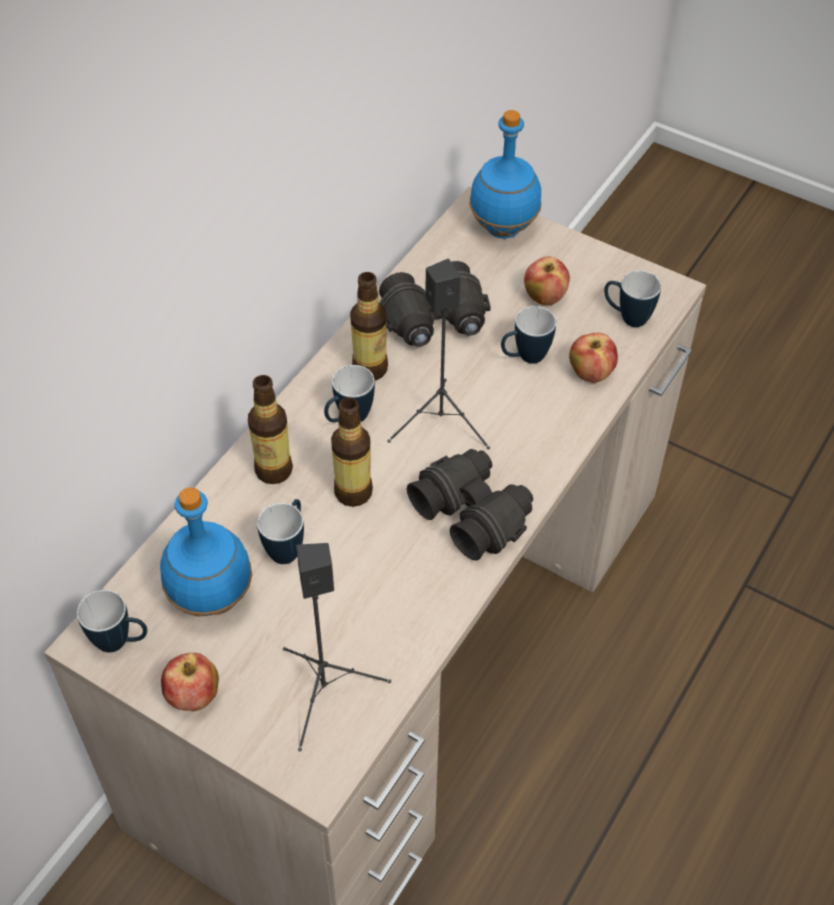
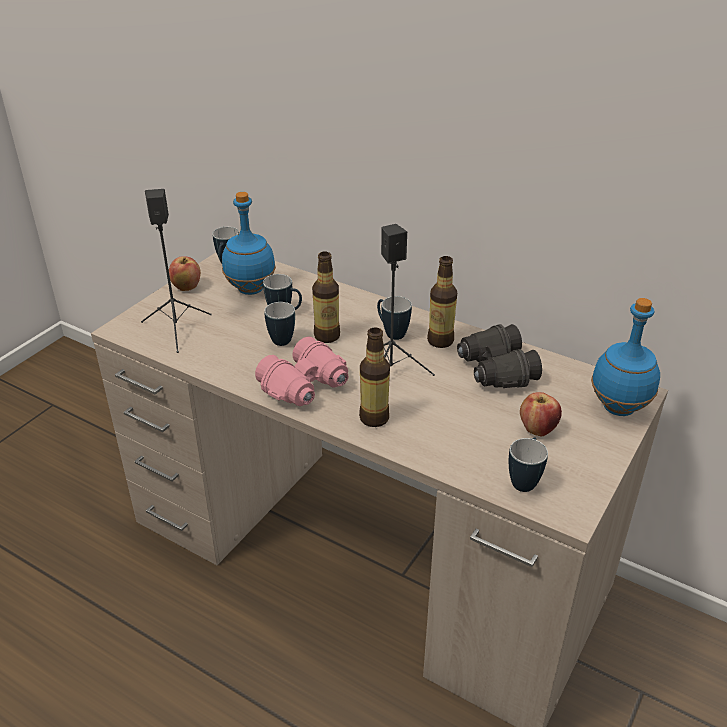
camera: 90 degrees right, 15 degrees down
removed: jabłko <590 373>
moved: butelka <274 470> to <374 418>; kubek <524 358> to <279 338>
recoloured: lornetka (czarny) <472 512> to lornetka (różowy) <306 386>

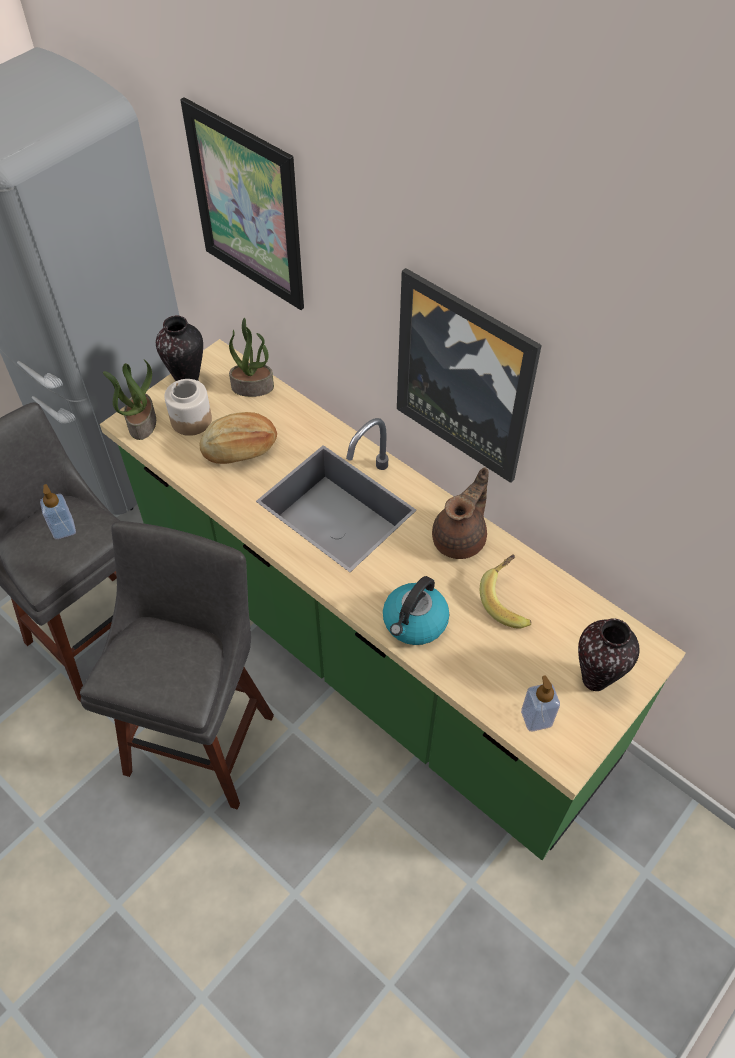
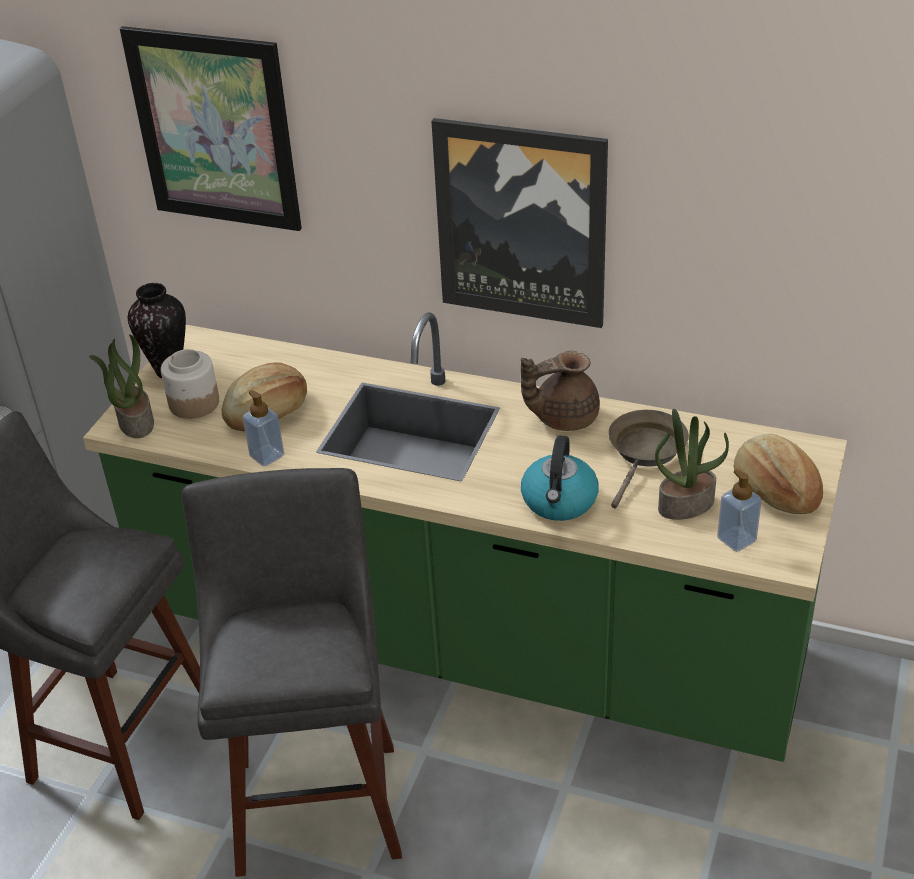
camera: 20 degrees left, 15 degrees down
moved: dozownik mydła <63 529> to <267 456>; roślina doniczkowa <253 386> to <686 504>
replaced: banan <508 600> to patelnia (brązowy) <645 452>; wazon <595 680> to chleb <775 489>
turned: imbryk (brązowy) <460 538> = <563 417> 120 degrees counterclockwise

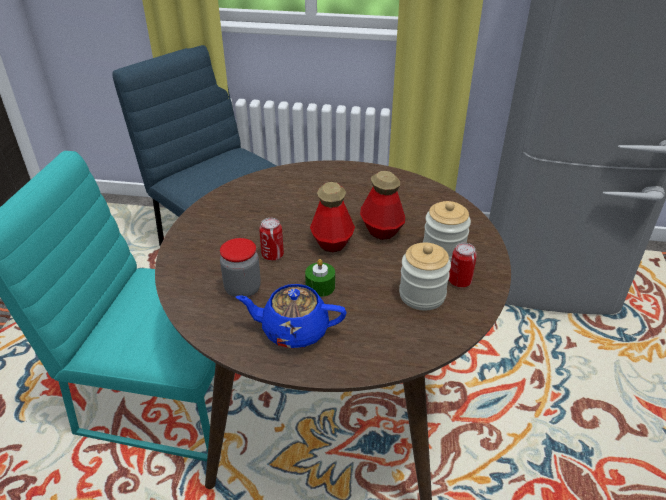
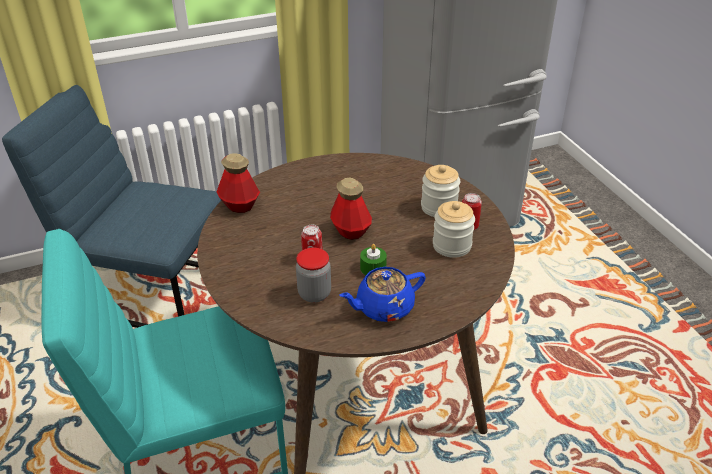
camera: 30 degrees left, 0 degrees up
moved: butelka <381 230> to <240 205>

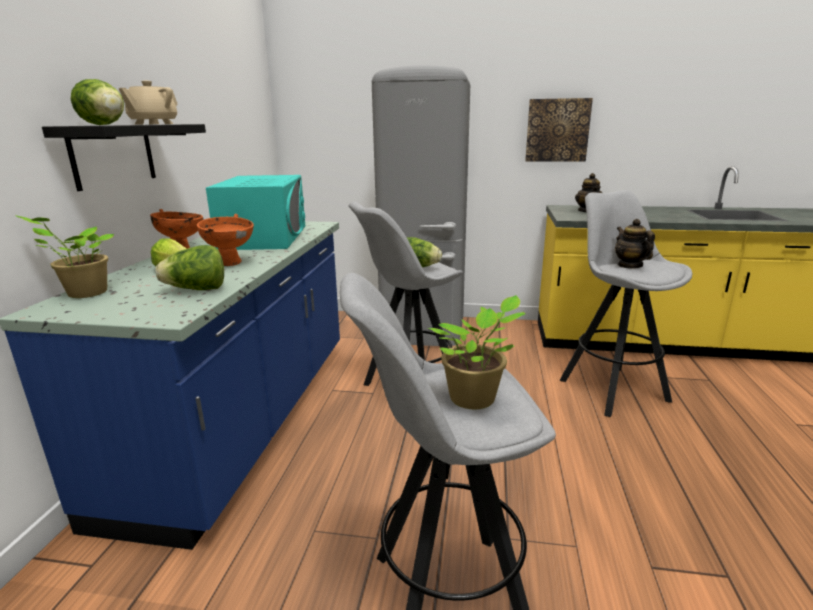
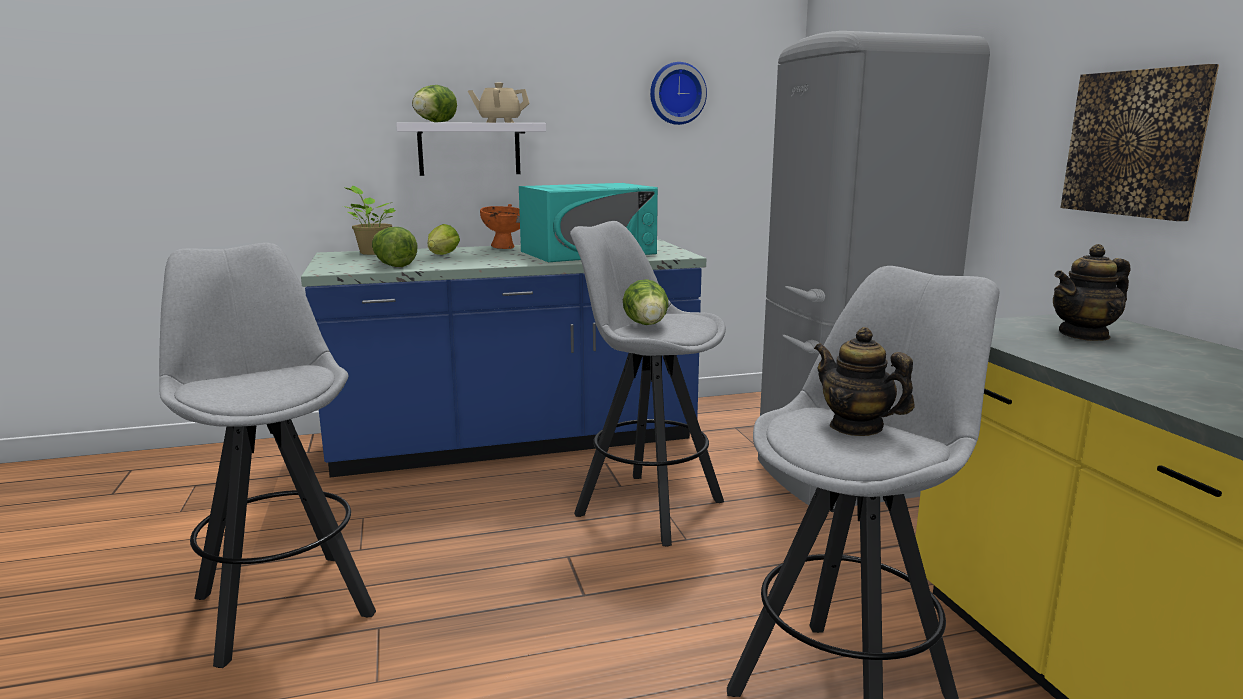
camera: 65 degrees right, 5 degrees down
removed: miska (pomarańczowy) <231 263>; roślina doniczkowa <475 399>
added: zegar ścienny <676 93>
recoloured: półka (czarny) <113 155> to półka (biały) <469 149>
turned: imbryk <629 265> = <856 427> 90 degrees counterclockwise

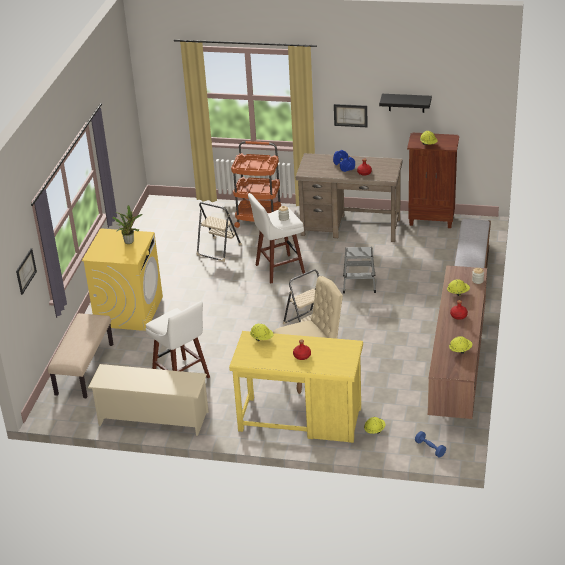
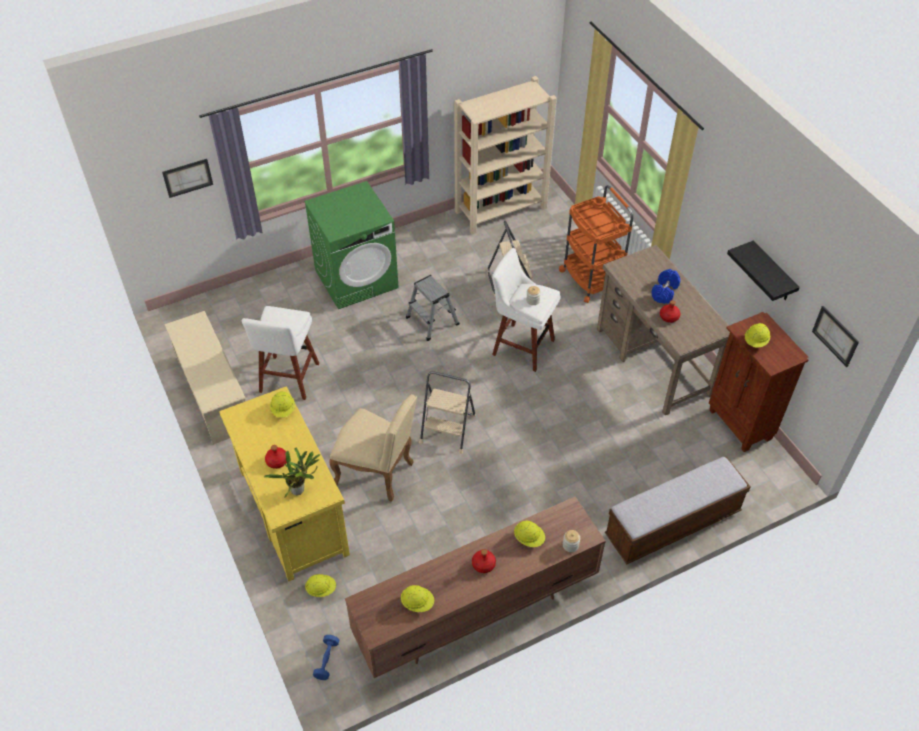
camera: 50 degrees right, 15 degrees up
removed: ławka (beżowy) <84 369>
added: regał (beżowy) <501 209>
moved: roślina doniczkowa <129 241> to <299 490>; obraz <350 115> to <835 336>; drabinka (szary) <359 283> to <432 321>
recoloured: pralka (żółty) <129 311> to pralka (zielony) <357 278>

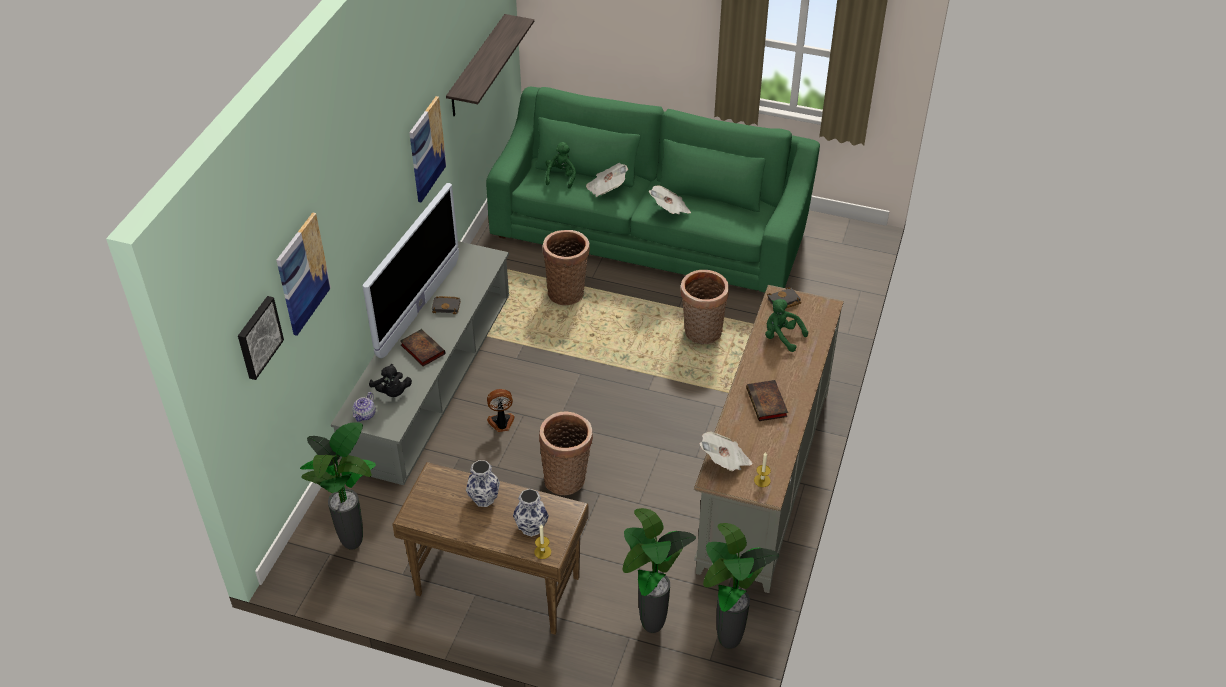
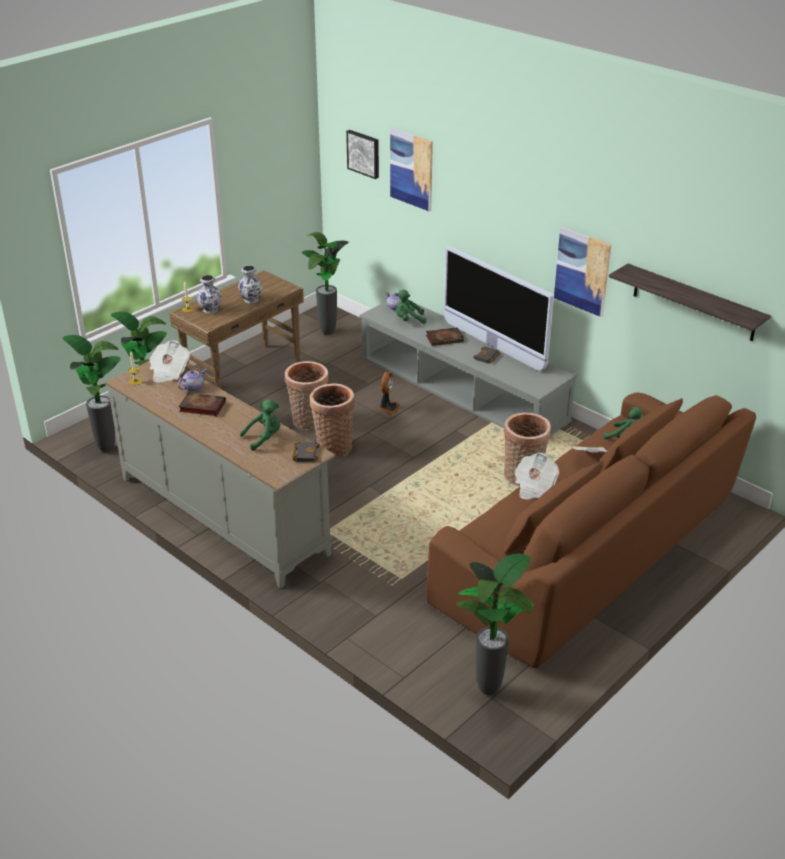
camera: 115 degrees right, 10 degrees down
added: imbryk <193 387>; roślina doniczkowa <490 690>
moved: koszyk <701 333> to <333 446>
recoloured: pluszak (czarny) <392 392> to pluszak (zielony) <409 320>; kanapa (zielony) <650 231> to kanapa (brązowy) <590 554>

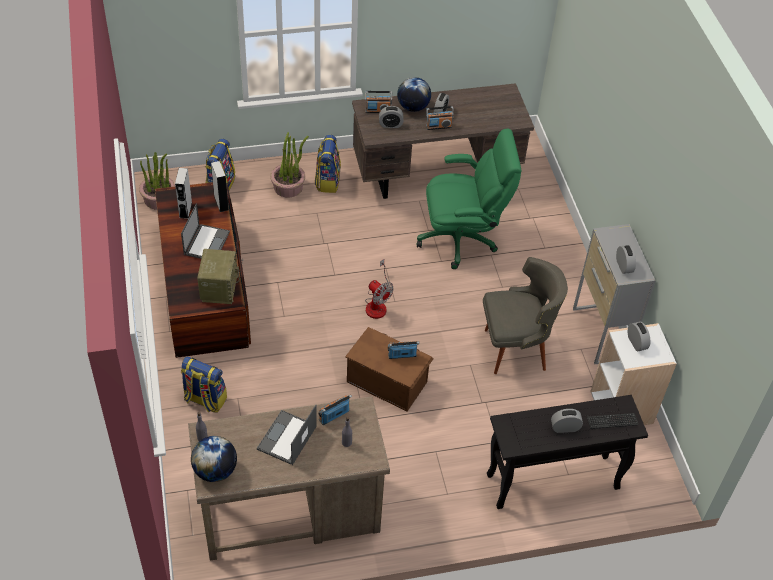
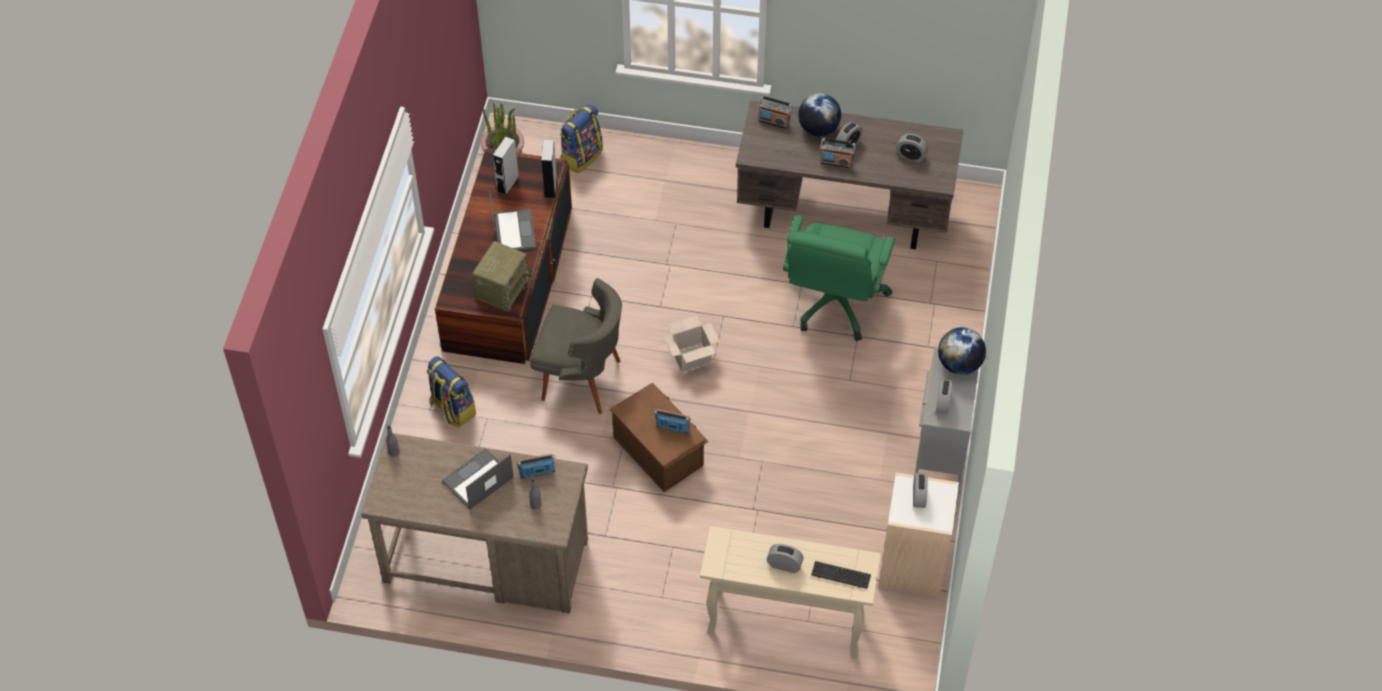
camera: 25 degrees right, 5 degrees up
removed: roślina doniczkowa <288 187>; plecak <327 181>
moved: globus <215 470> to <959 364>; budzik <390 125> to <911 156>; krzesło (szary) <514 350> to <580 380>
replaced: wentylator <377 304> to karton <692 356>
recoloured: stolik konsolowy (czarny) <551 482> to stolik konsolowy (beżowy) <784 623>
turned: laptop <206 242> = <513 230> 45 degrees counterclockwise; krzesło biurowe (zielony) <463 239> = <833 306> 90 degrees clockwise

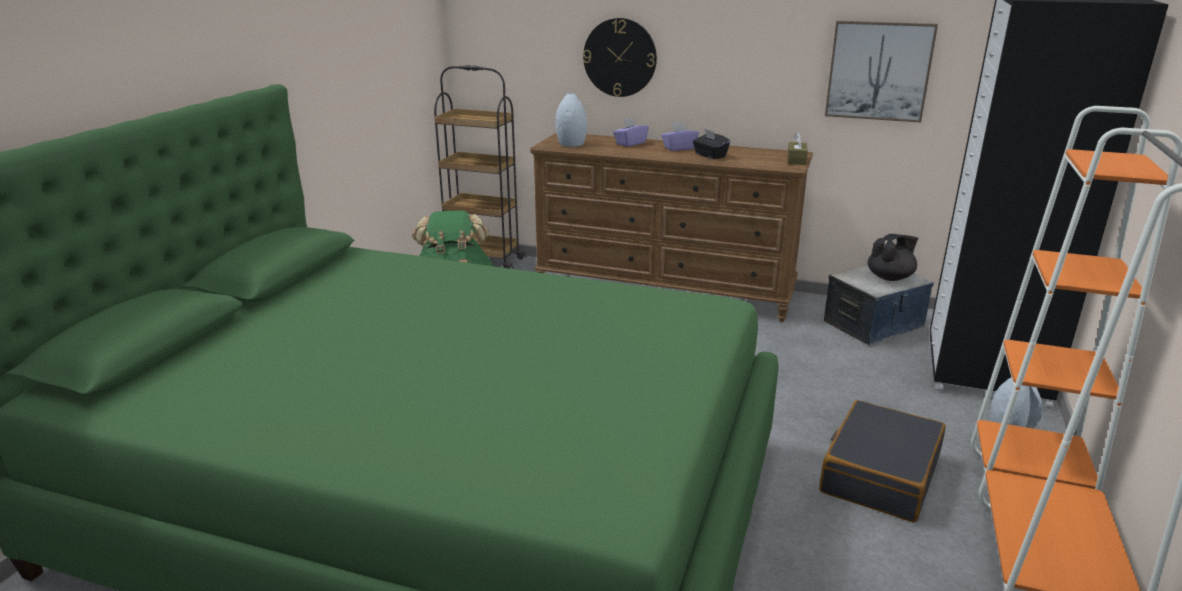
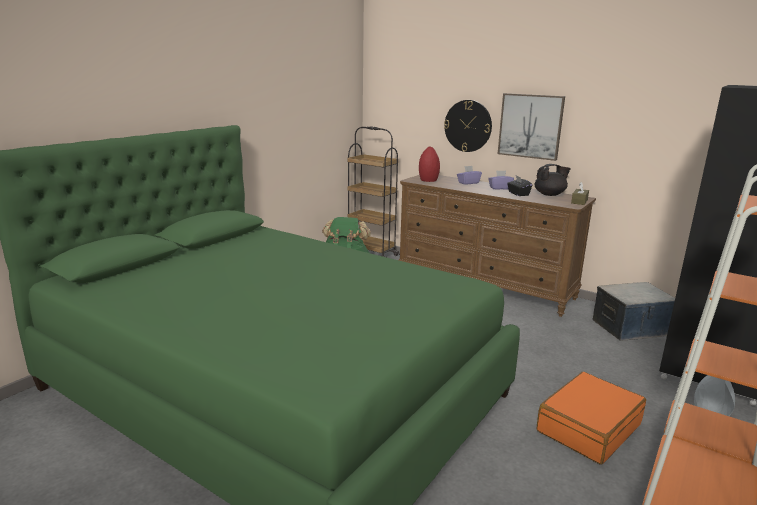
camera: 15 degrees right, 5 degrees down
moved: obraz <879 71> to <530 126>; imbryk (czarny) <890 277> to <550 194>
recoloured: wazon (szary) <570 144> to wazon (czerwony) <428 180>; walizka (czarny) <879 474> to walizka (pomarańczowy) <588 427>

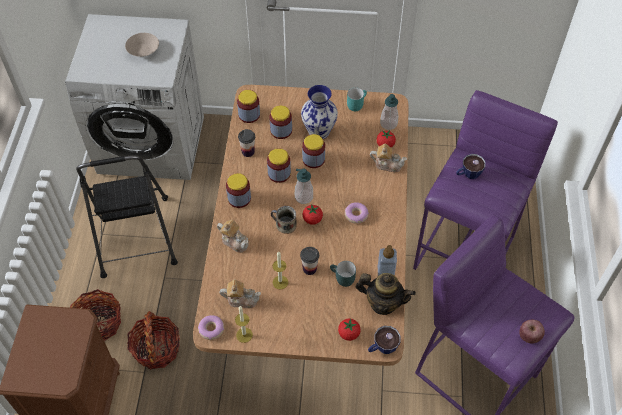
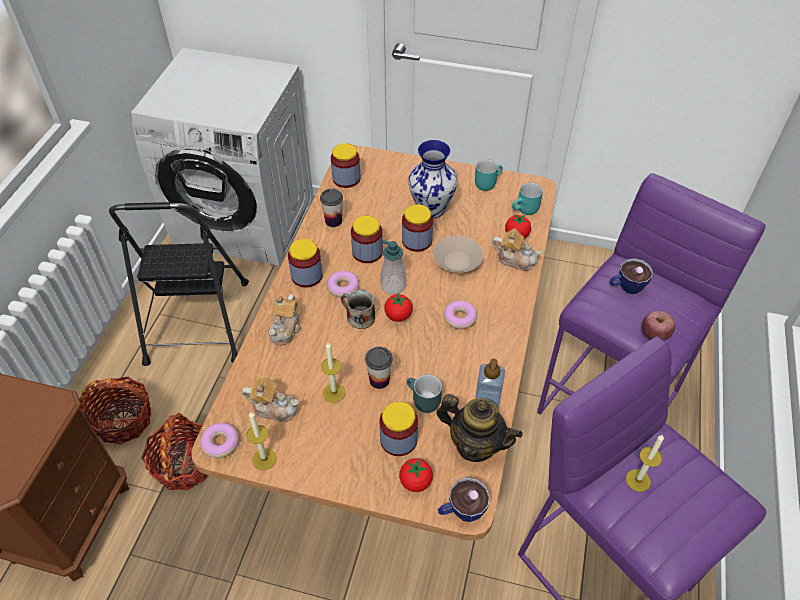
camera: 10 degrees right, 5 degrees down
added: donut <343 287>; świeca <638 480>
moved: miska (beżowy) <143 50> to <457 262>; słoik <281 130> to <398 439>; jabłko <529 336> to <654 335>
replaced: dozownik mydła <388 124> to kubek (turkusowy) <525 210>
turned: imbryk <235 241> = <286 329> 60 degrees clockwise

